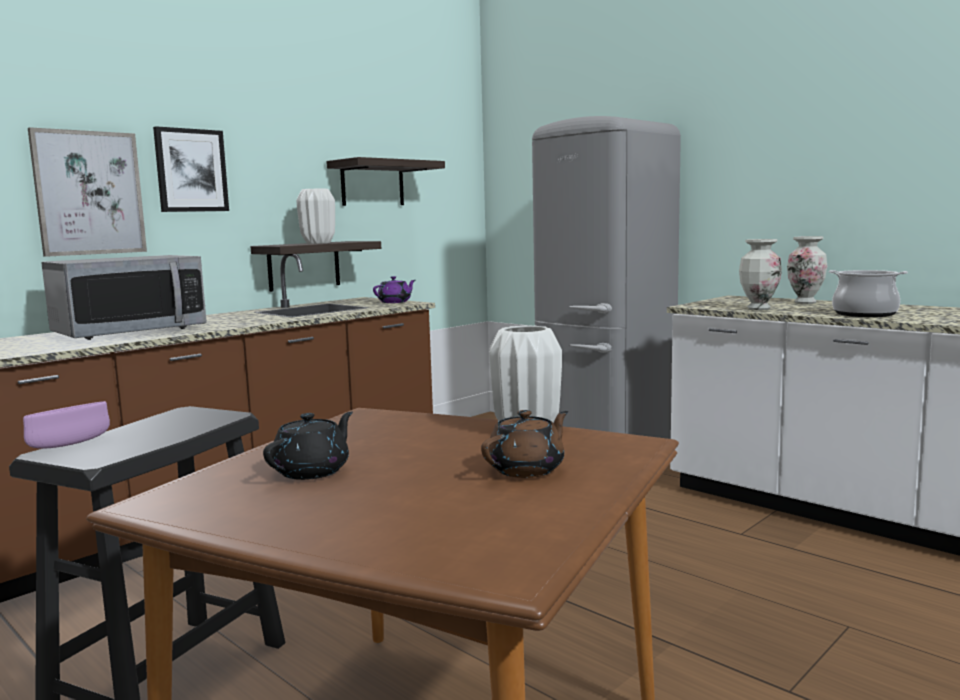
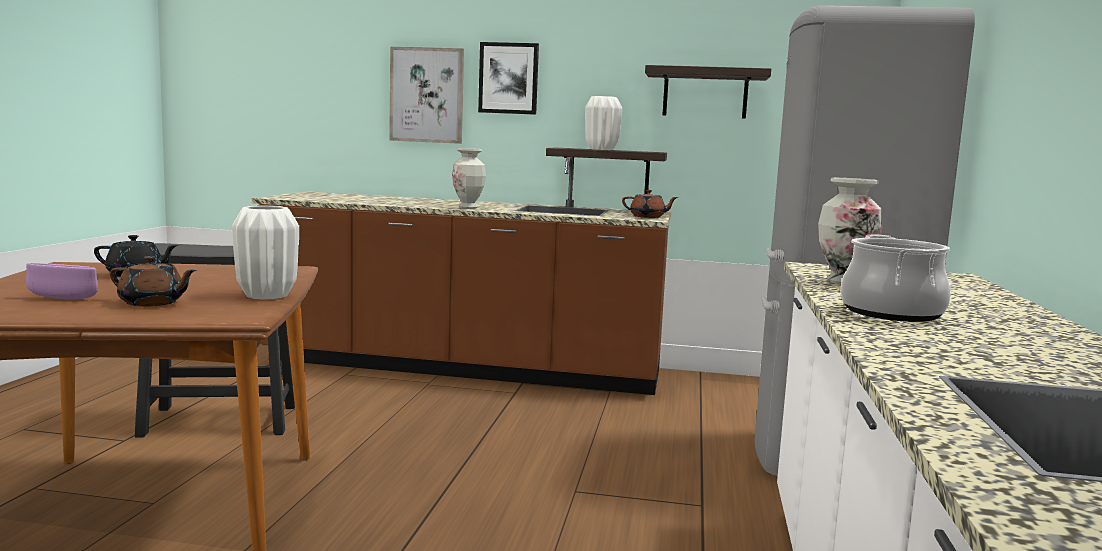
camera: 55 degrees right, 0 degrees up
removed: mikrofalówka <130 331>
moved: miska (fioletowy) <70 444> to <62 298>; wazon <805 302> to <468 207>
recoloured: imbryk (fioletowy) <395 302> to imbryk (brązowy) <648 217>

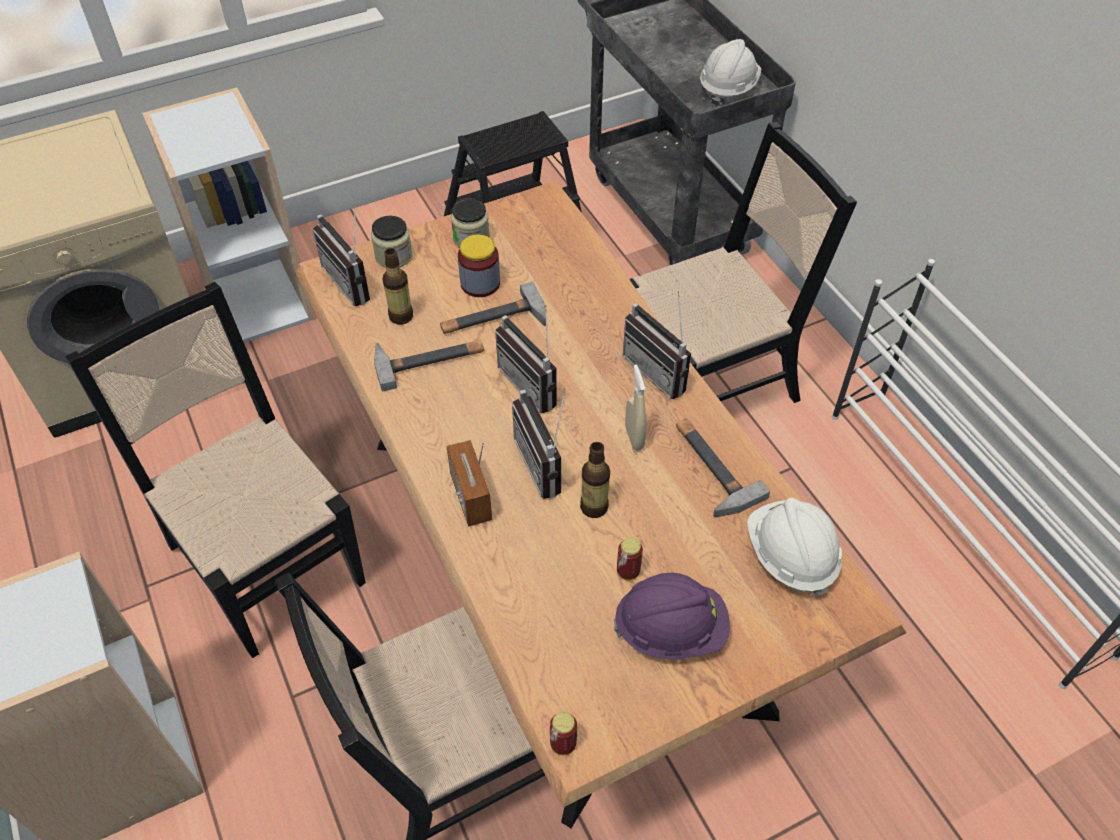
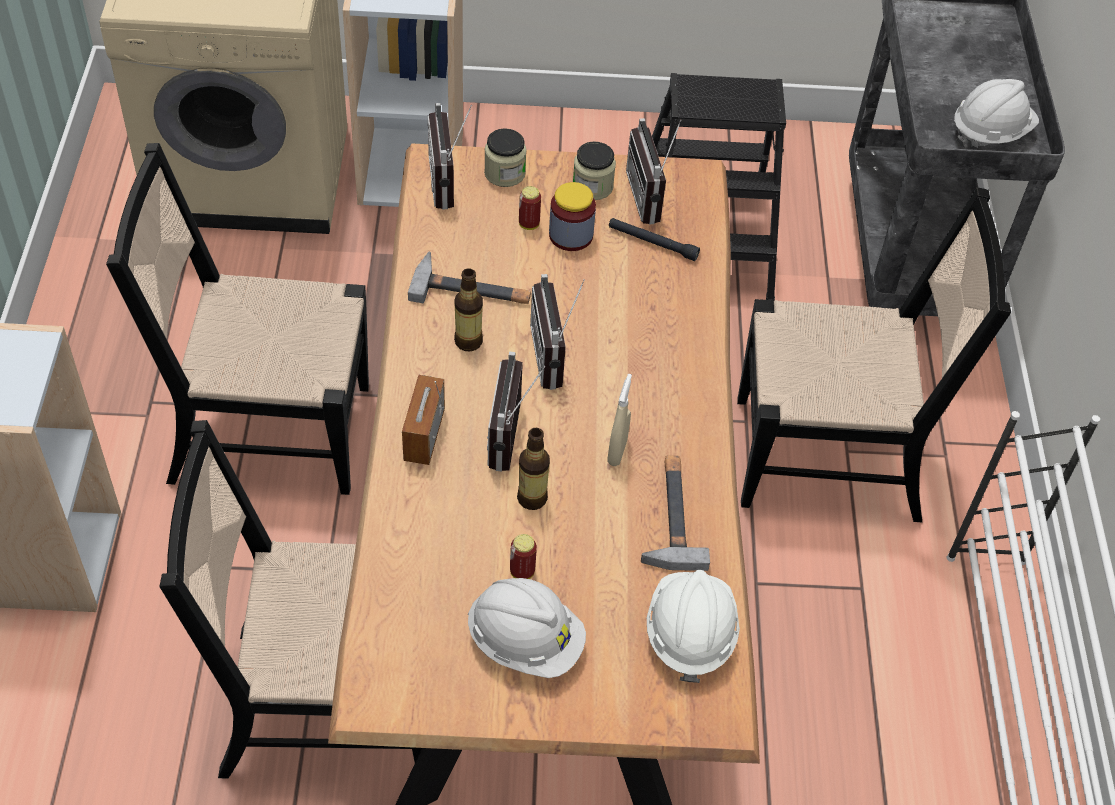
camera: 25 degrees right, 0 degrees up
removed: młotek <493 320>
added: latarka (czarny) <652 243>
moved: butelka <401 316> to <468 341>; puszka <563 744> to <529 224>; radio <661 370> to <652 197>
recoloured: kask (fioletowy) <671 629> to kask (biały) <525 642>
turned: krzesło <267 563> = <270 432> 75 degrees counterclockwise

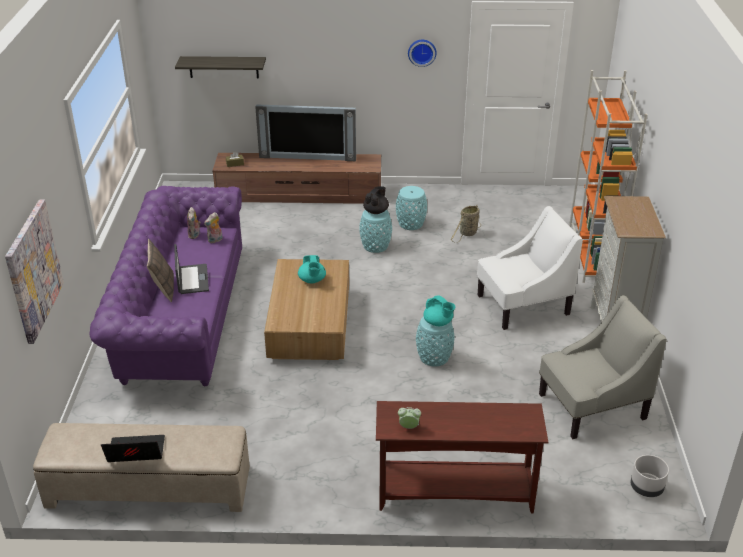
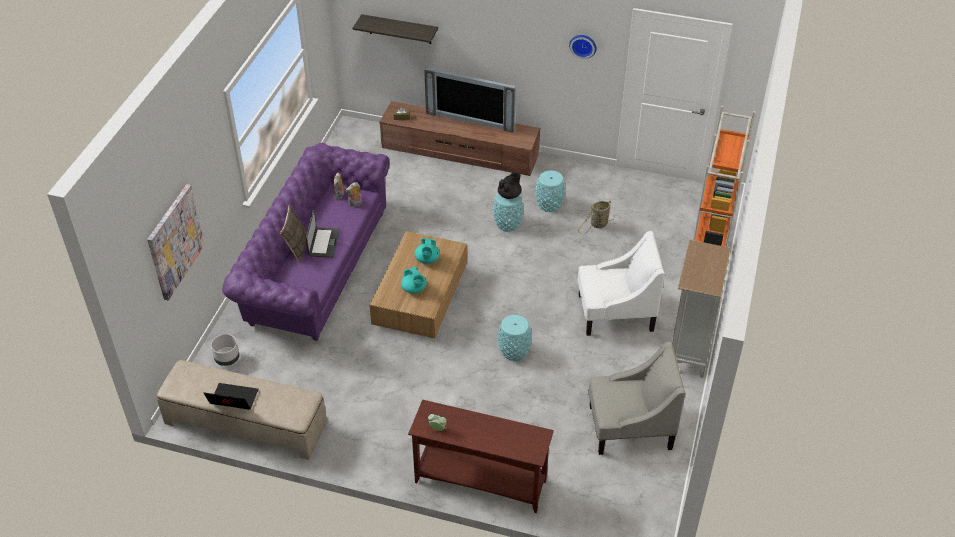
camera: 15 degrees right, 10 degrees up
moved: imbryk (turkusowy) <438 322> to <414 289>; donica (szary) <646 488> to <227 358>

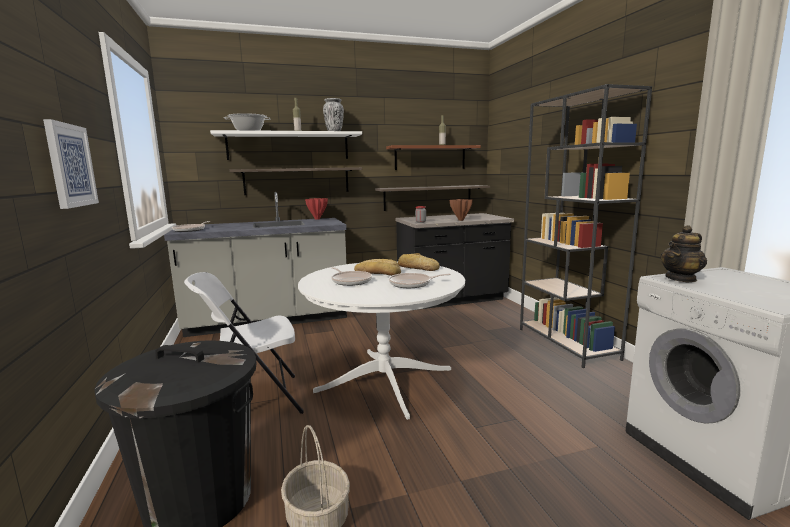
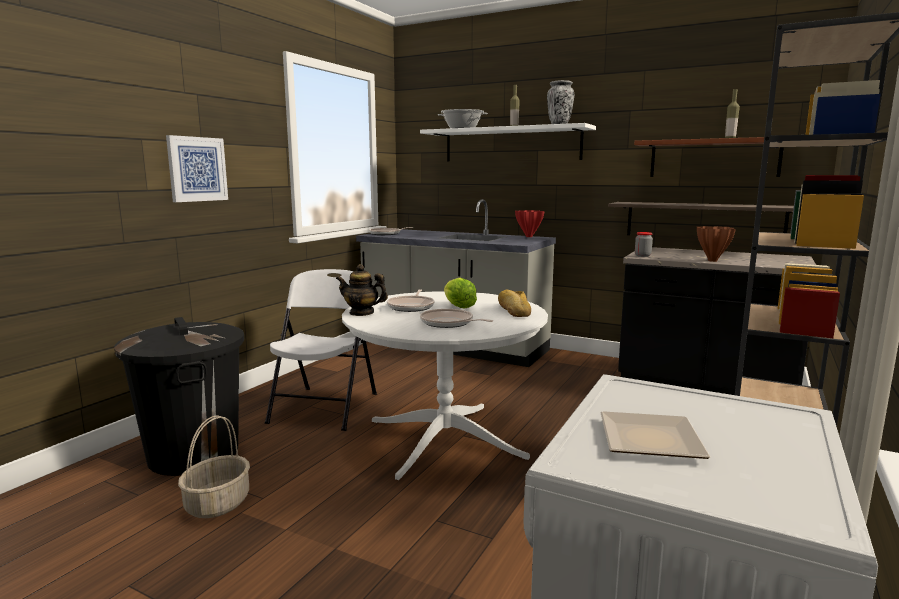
camera: 45 degrees right, 0 degrees up
removed: półka <297 181>
added: talerz <654 442>
moved: imbryk <681 278> to <362 313>
replaced: chleb <378 273> to sałata <458 306>
turned: krzesło (biały) <252 401> = <324 408> 75 degrees clockwise

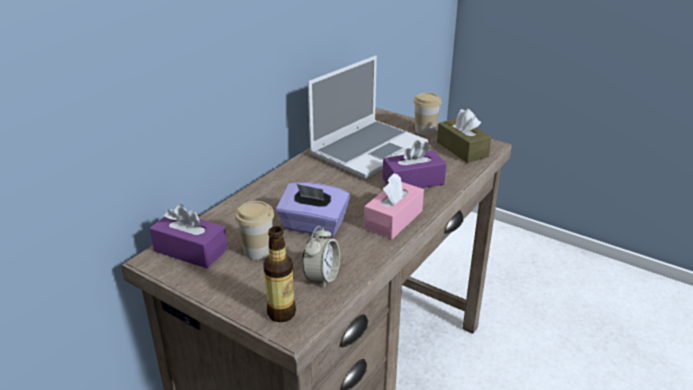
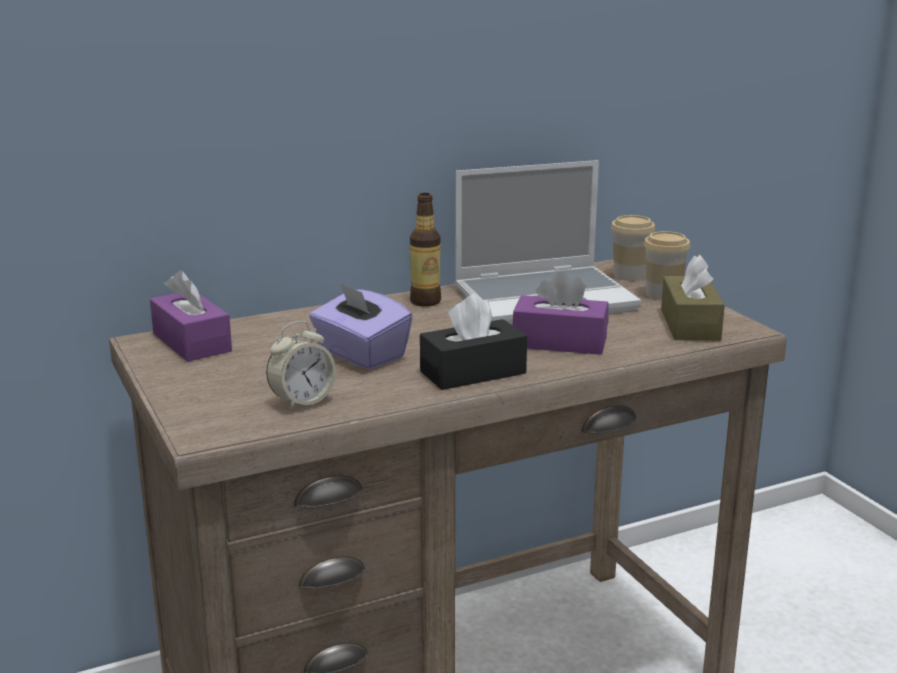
camera: 30 degrees right, 10 degrees down
moved: filiżanka <258 251> to <630 275>; butelka <281 313> to <425 301>
recoloured: pudełko chusteczek (różowy) <393 220> to pudełko chusteczek (czarny) <473 372>

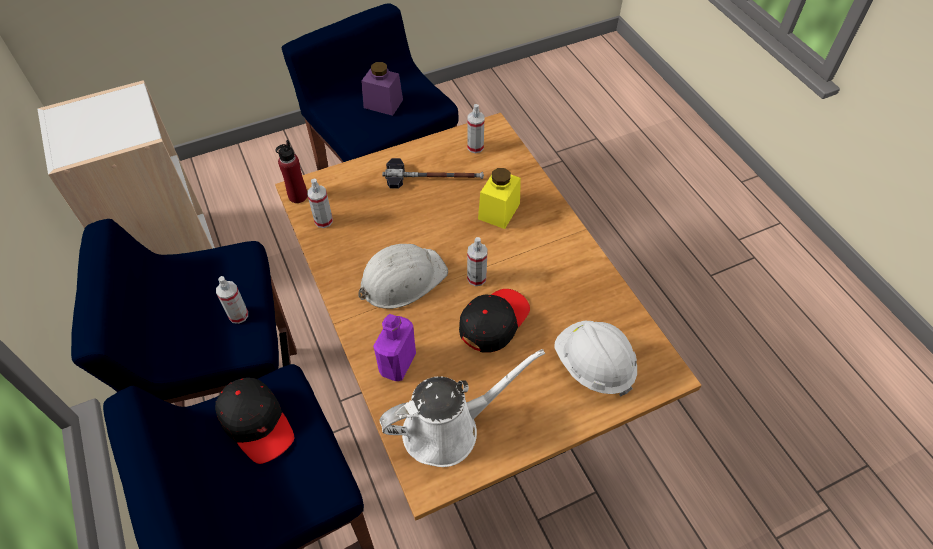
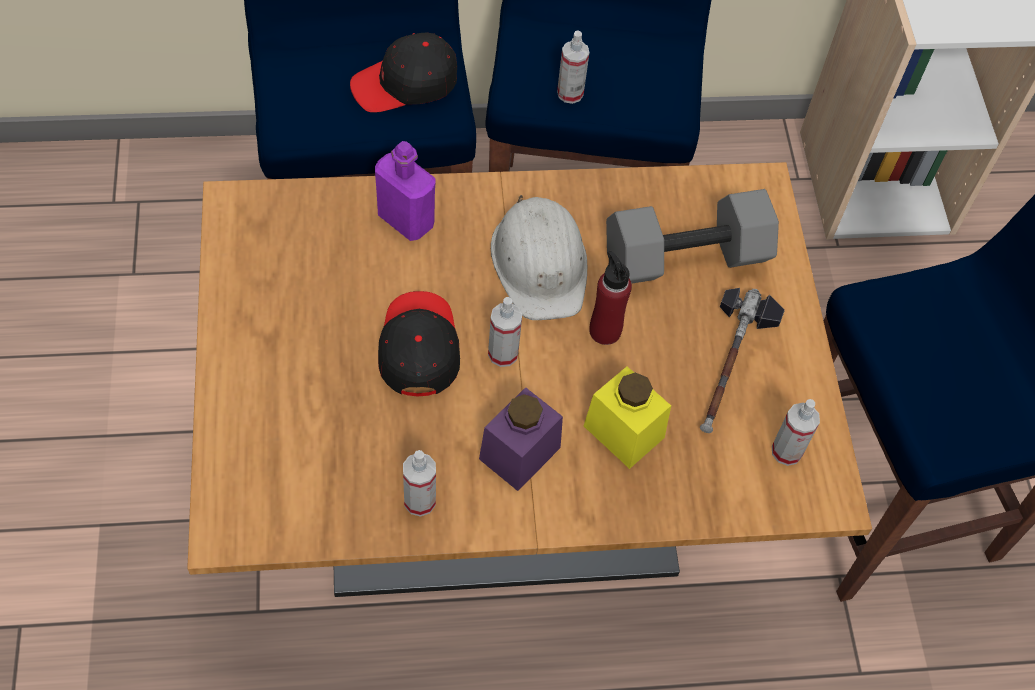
camera: 105 degrees right, 5 degrees up
removed: konewka (biały) <448 429>; kask (biały) <593 366>
added: hantel (szary) <686 255>
moved: butelka (czerwony) <298 196> to <605 331>; spryskiwacz <323 221> to <419 501>; słoik (fioletowy) <383 104> to <519 453>
turned: czapka z daszkiem (czarny) <493 322> = <418 347> 150 degrees counterclockwise

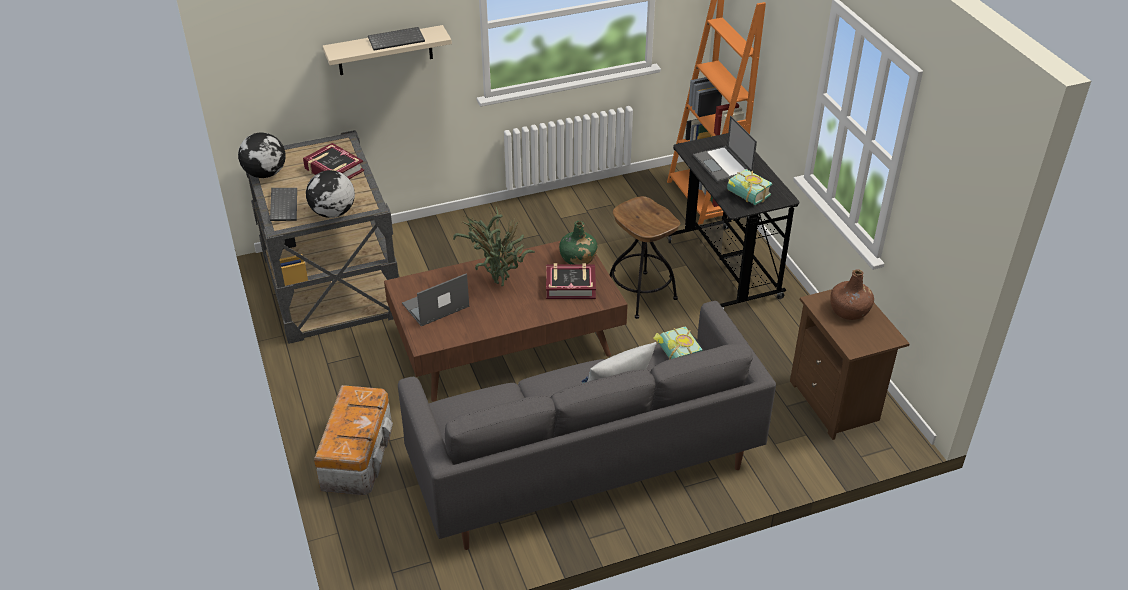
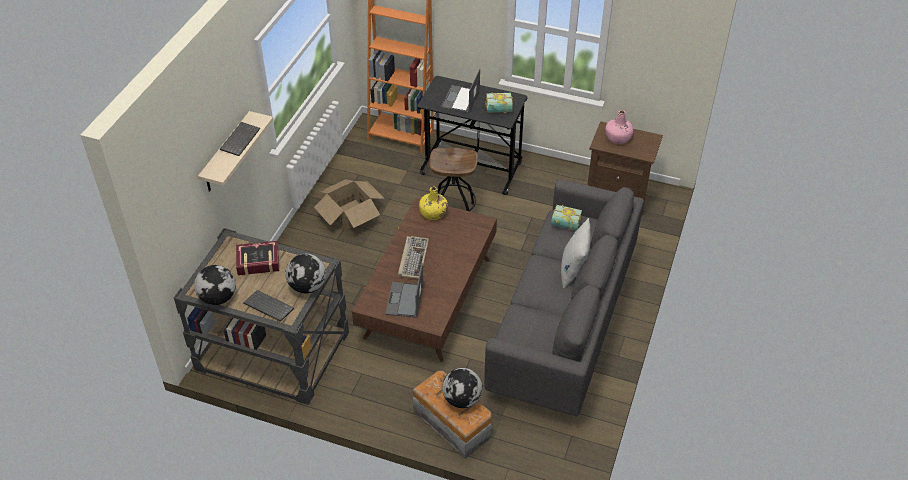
camera: 50 degrees left, 5 degrees up
removed: książka <570 286>
added: karton <350 214>; globus <462 400>
replaced: roślina doniczkowa <498 280> to klawiatura <413 258>
recoloured: butelka (zielony) <577 258> to butelka (żółty) <433 213>; butelka (brązowy) <849 310> to butelka (różowy) <618 138>
turned: laptop <723 165> = <460 100> 90 degrees clockwise

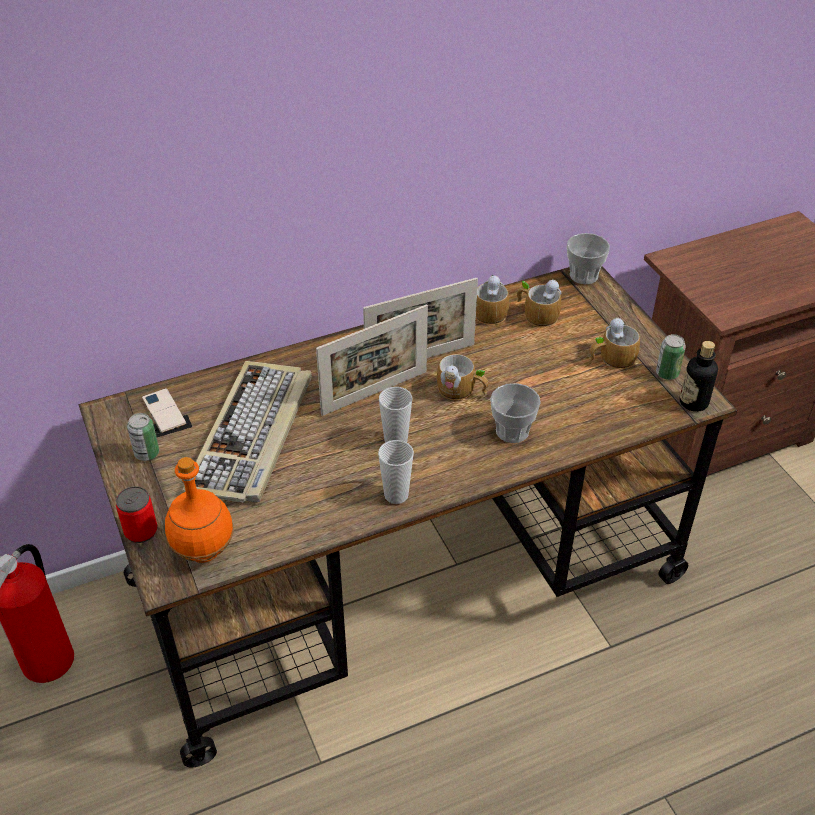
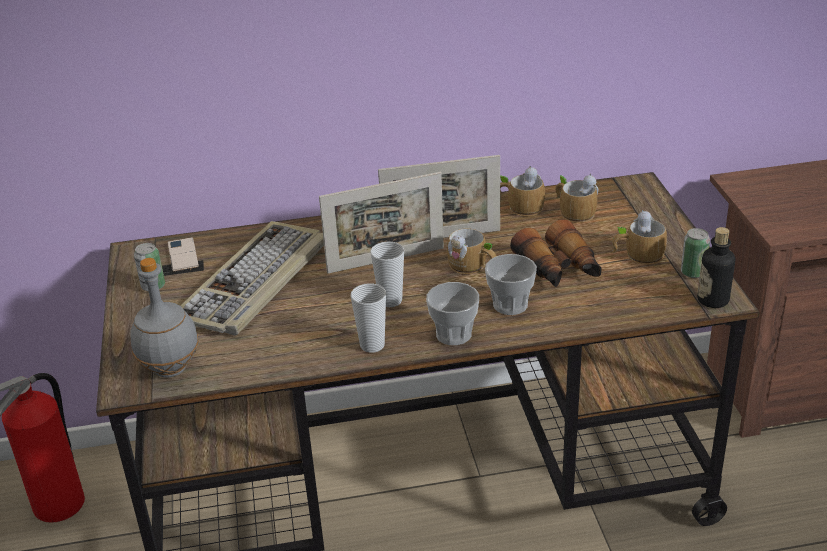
camera: 15 degrees right, 10 degrees down
removed: puszka <141 531>
added: lornetka <559 270>
moved: filiżanka <584 275> to <453 334>
recoloured: butelka (pomarańczowy) <204 550> to butelka (szary) <171 368>

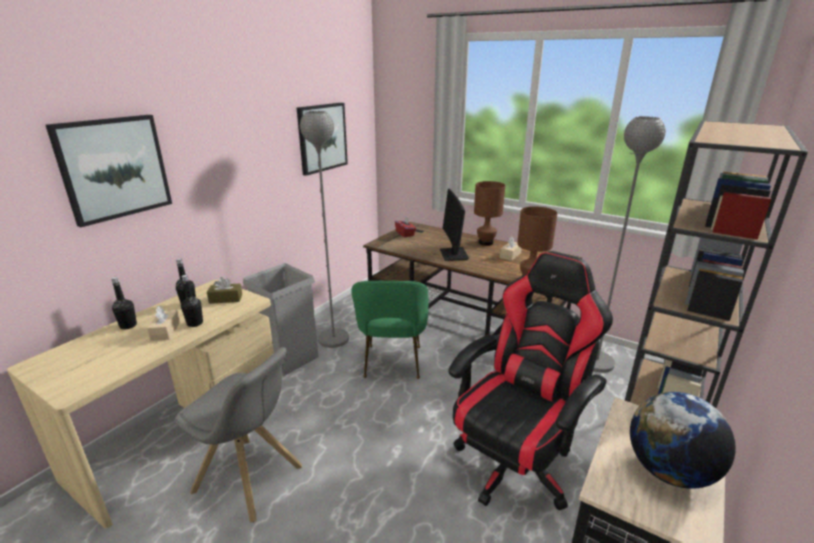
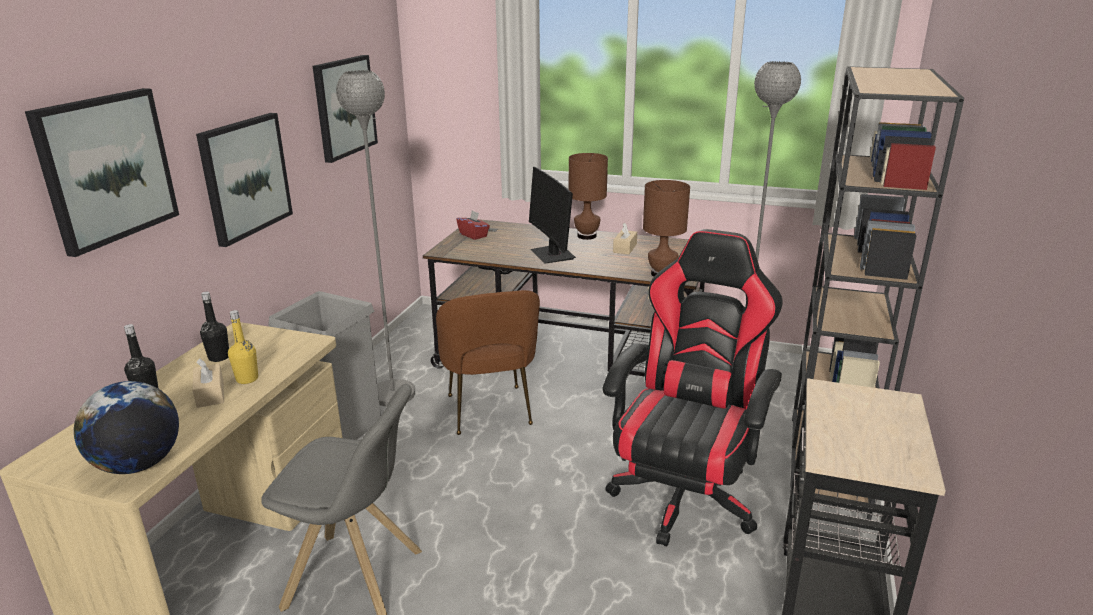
camera: 15 degrees left, 0 degrees up
removed: pudełko chusteczek (brązowy) <226 299>
added: obraz <245 177>
moved: globus <669 471> to <138 465>
recoloured: butelka (czarny) <195 323> to butelka (żółty) <247 379>; krzesło (zielony) <392 365> to krzesło (brązowy) <490 415>

